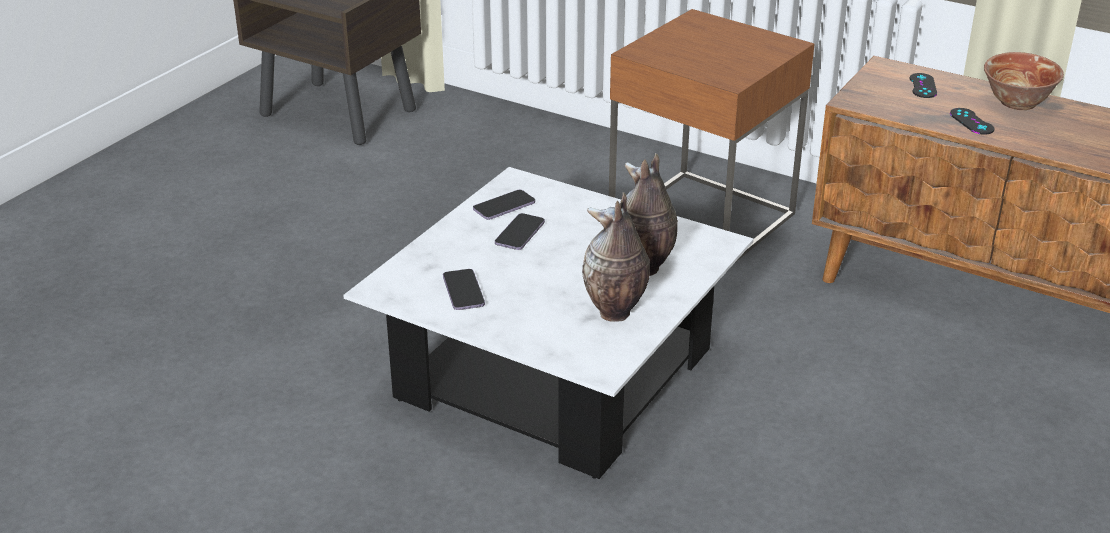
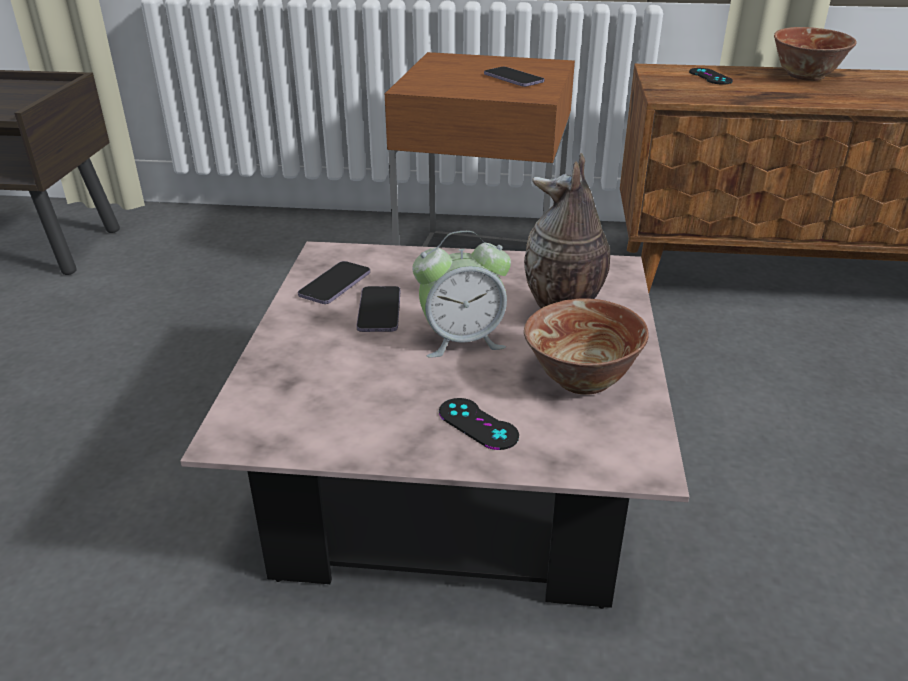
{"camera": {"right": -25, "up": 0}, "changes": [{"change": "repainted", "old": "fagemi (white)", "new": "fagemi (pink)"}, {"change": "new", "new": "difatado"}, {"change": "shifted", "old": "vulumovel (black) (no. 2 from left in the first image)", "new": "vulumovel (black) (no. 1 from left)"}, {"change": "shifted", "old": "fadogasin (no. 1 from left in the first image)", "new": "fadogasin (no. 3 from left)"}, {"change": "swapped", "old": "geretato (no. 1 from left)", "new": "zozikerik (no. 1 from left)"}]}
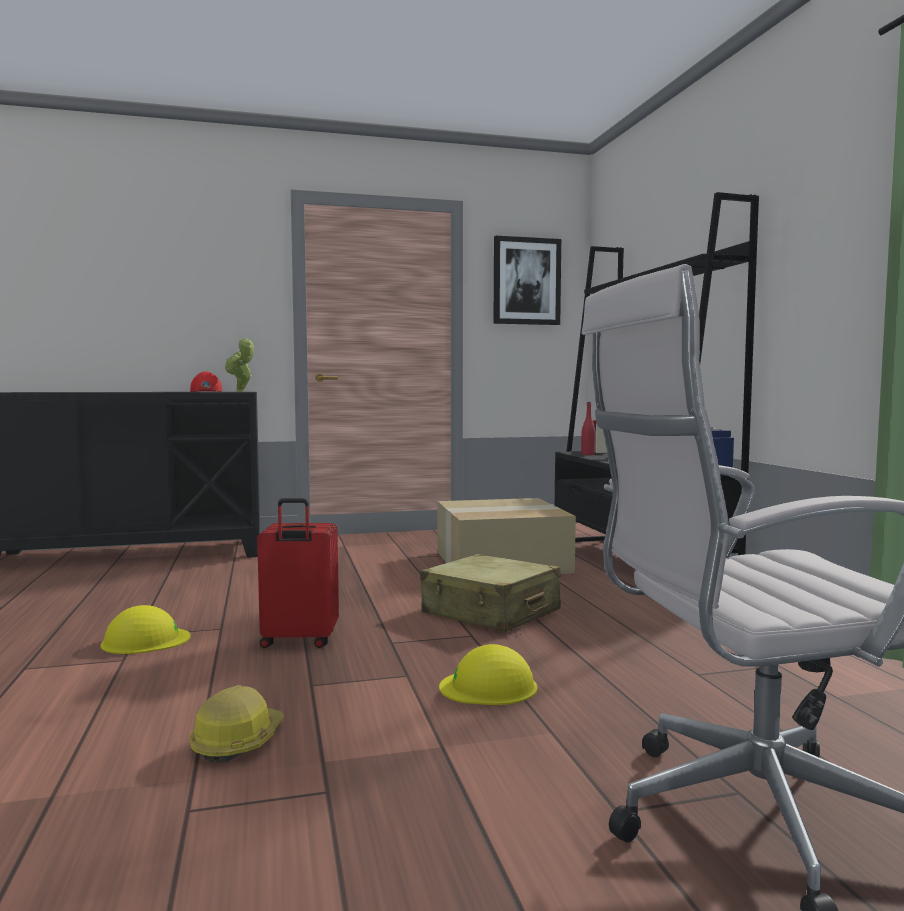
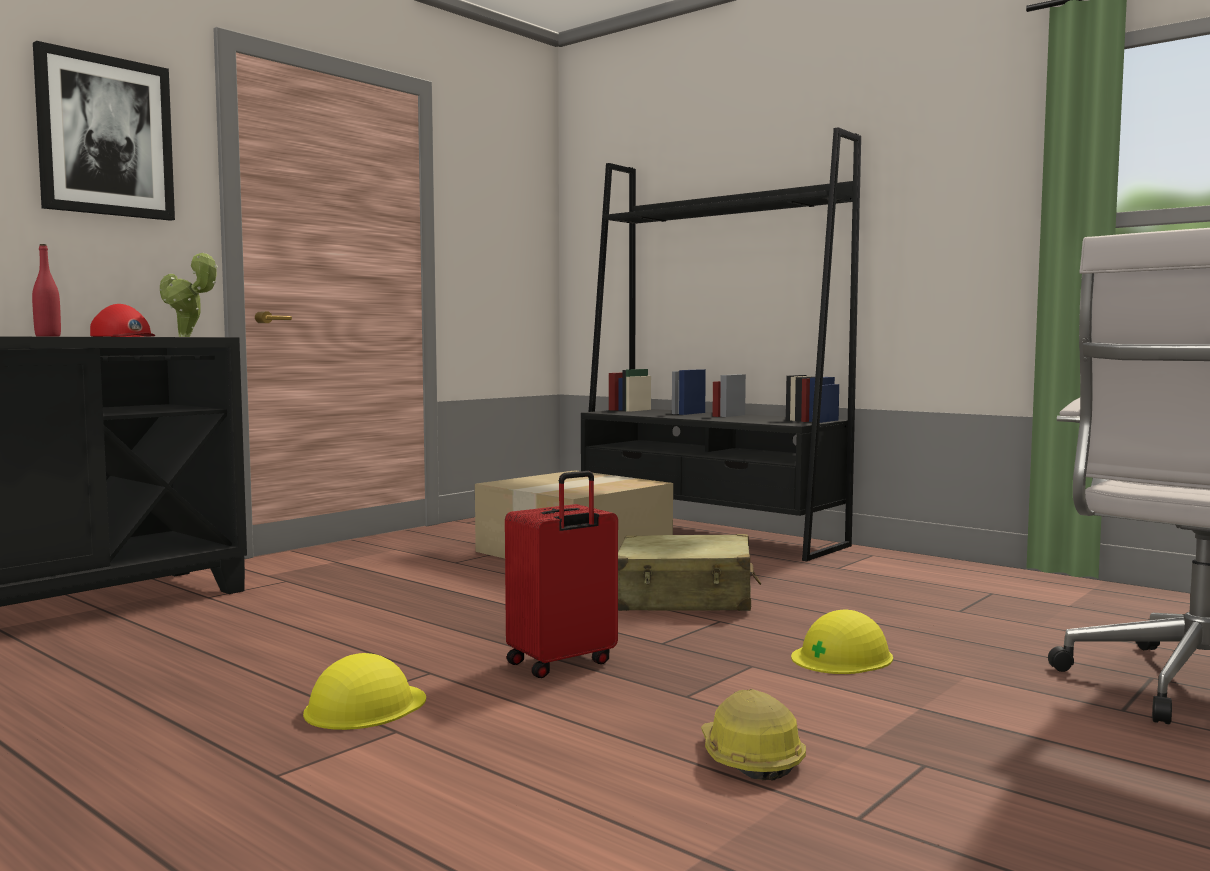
{"camera": {"right": -35, "up": 0}, "changes": [{"change": "shifted", "old": "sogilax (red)"}, {"change": "shifted", "old": "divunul"}]}
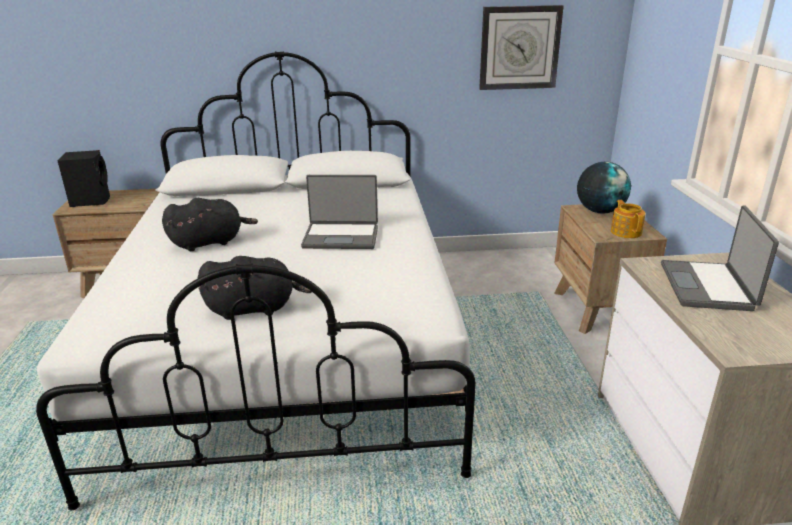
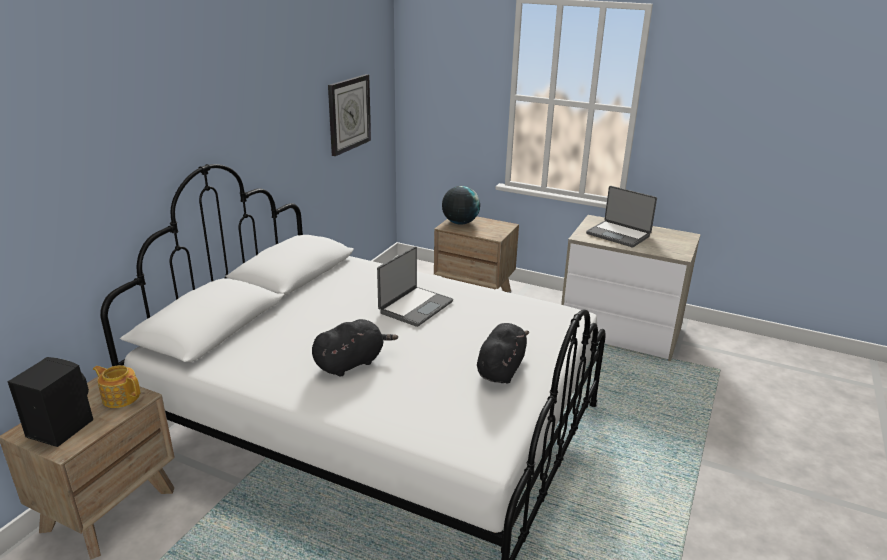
{"camera": {"right": -60, "up": 0}, "changes": [{"change": "shifted", "old": "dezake"}, {"change": "rotated", "old": "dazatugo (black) (no. 1 from left)", "degrees": 45}]}
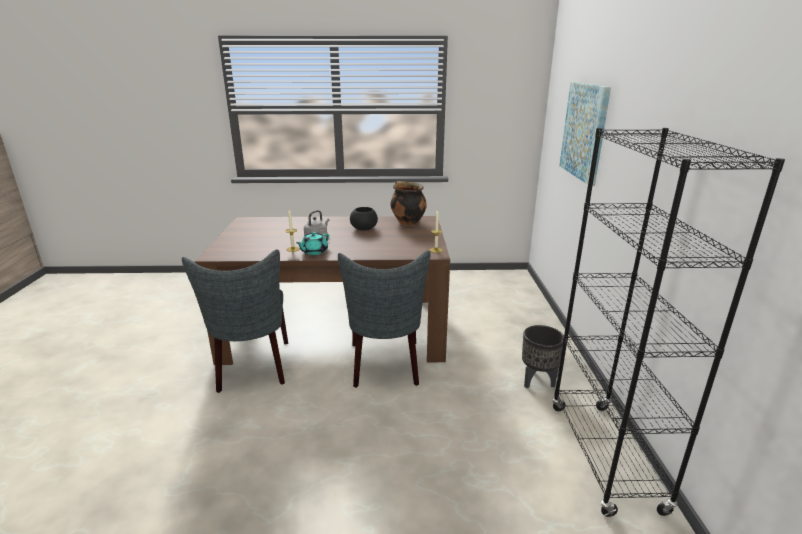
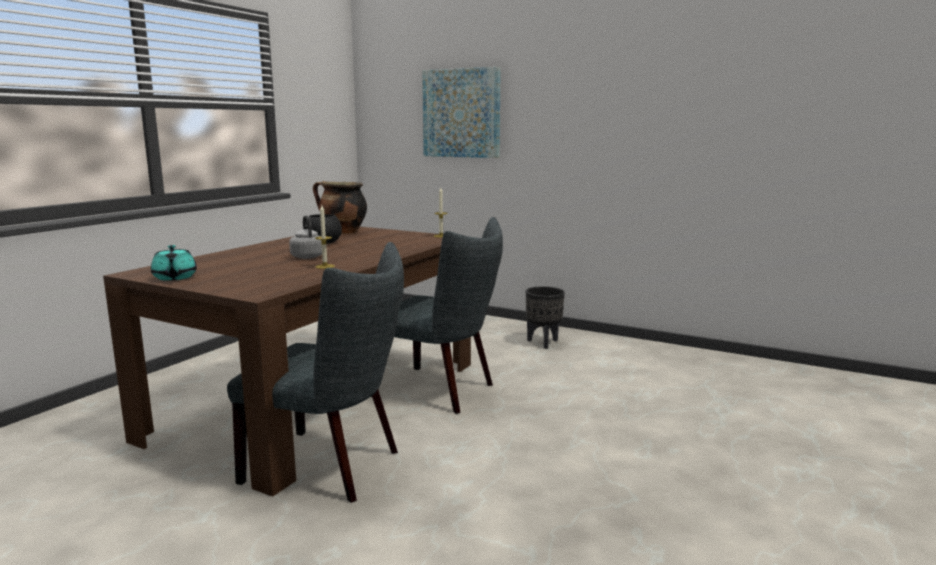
{"camera": {"right": -60, "up": -10}, "changes": [{"change": "shifted", "old": "dezake (turquoise)"}, {"change": "gone", "old": "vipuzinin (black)"}]}
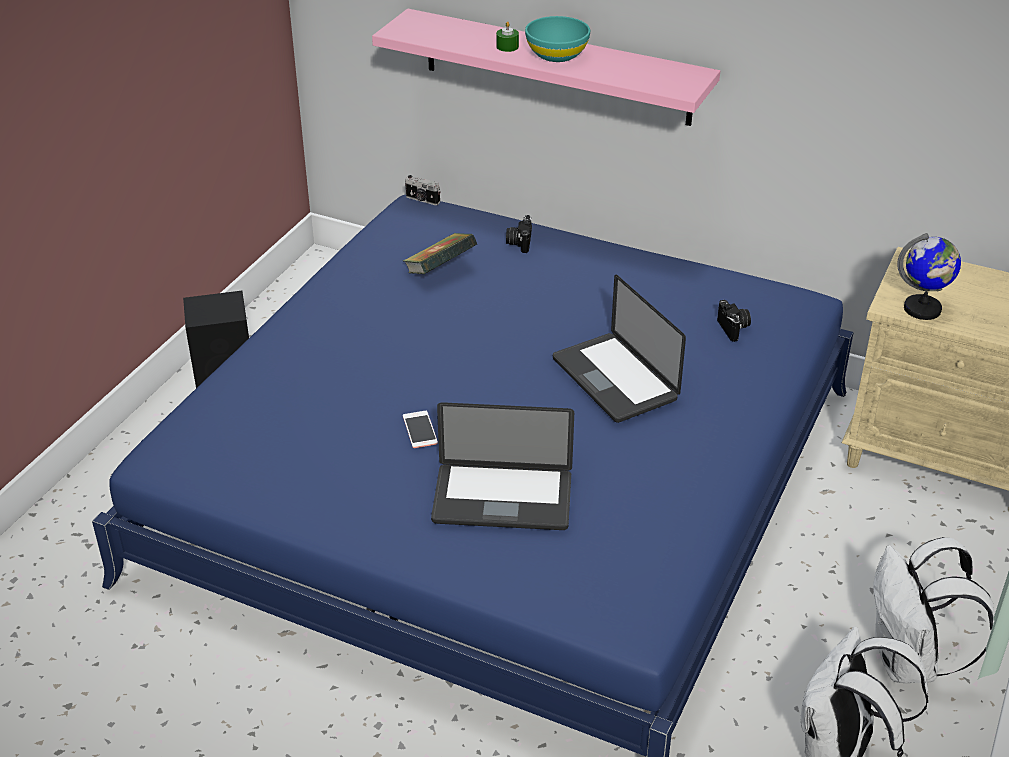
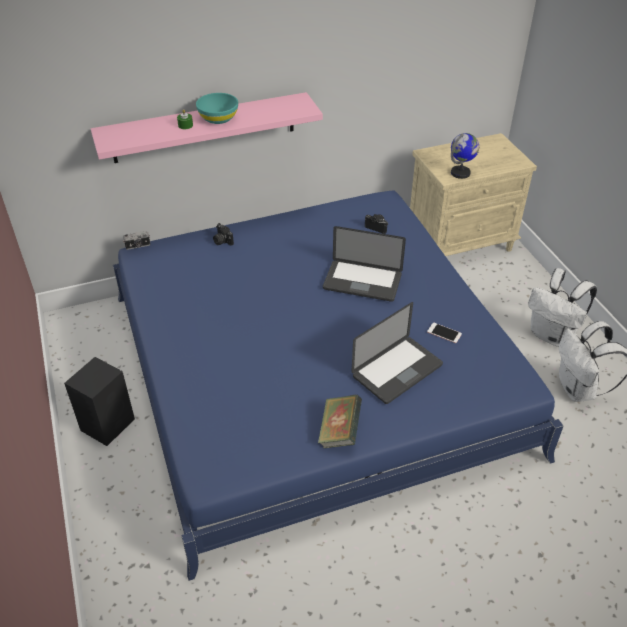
{"camera": {"right": -45, "up": 5}, "changes": [{"change": "shifted", "old": "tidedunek"}, {"change": "shifted", "old": "fadogasin"}]}
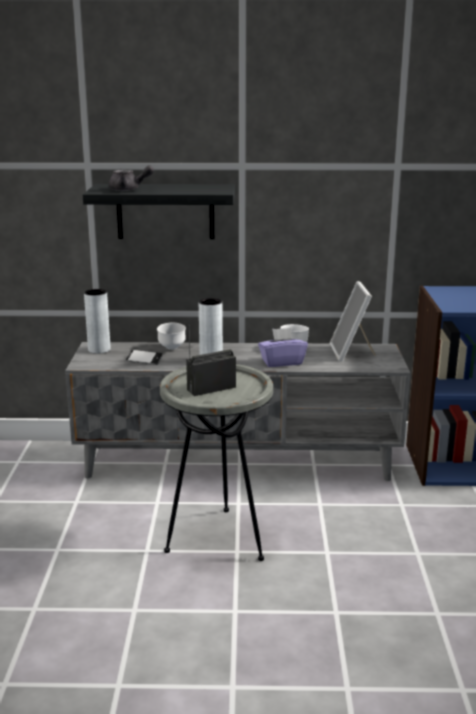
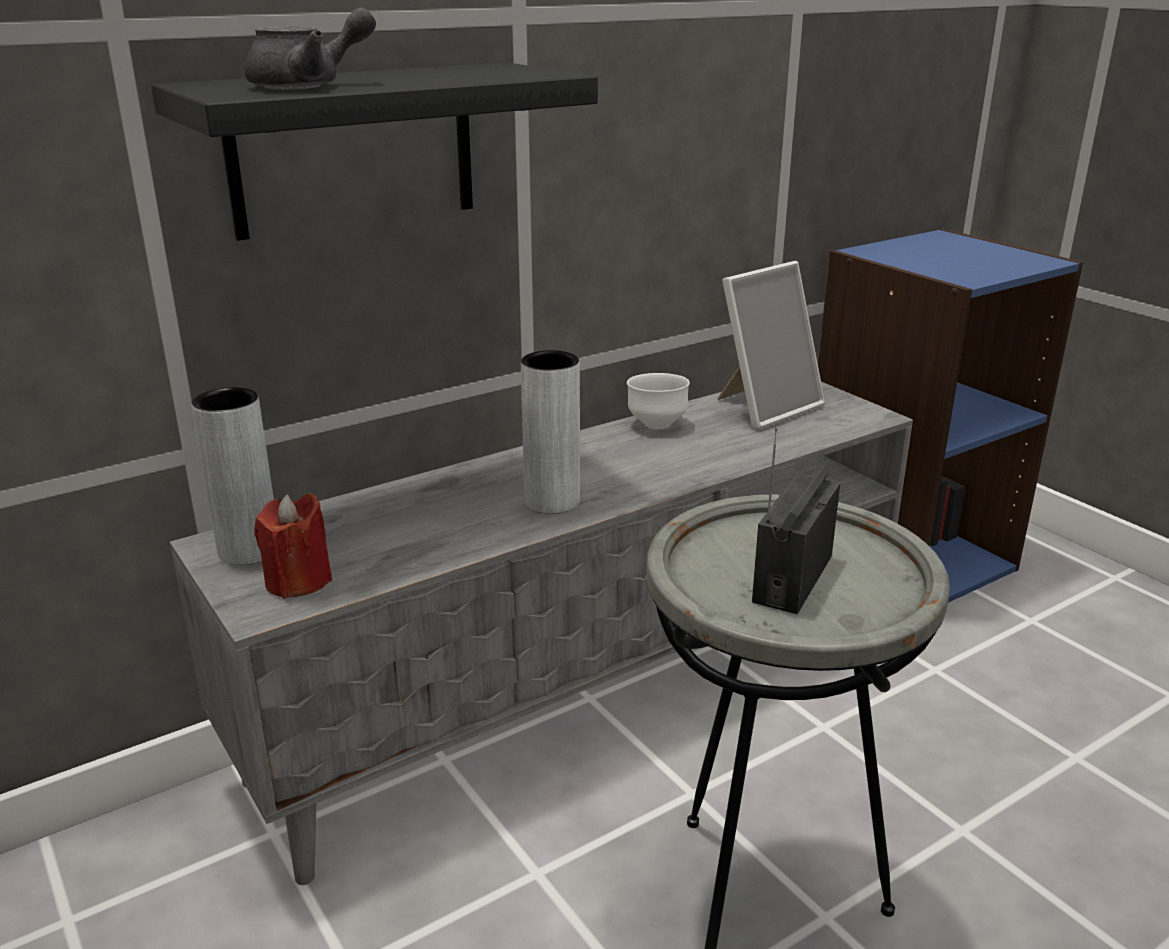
{"camera": {"right": -35, "up": 5}, "changes": [{"change": "new", "new": "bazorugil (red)"}, {"change": "rotated", "old": "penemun", "degrees": -90}, {"change": "gone", "old": "fadogasin"}, {"change": "gone", "old": "zozikerik (white) (no. 1 from left)"}, {"change": "gone", "old": "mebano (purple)"}]}
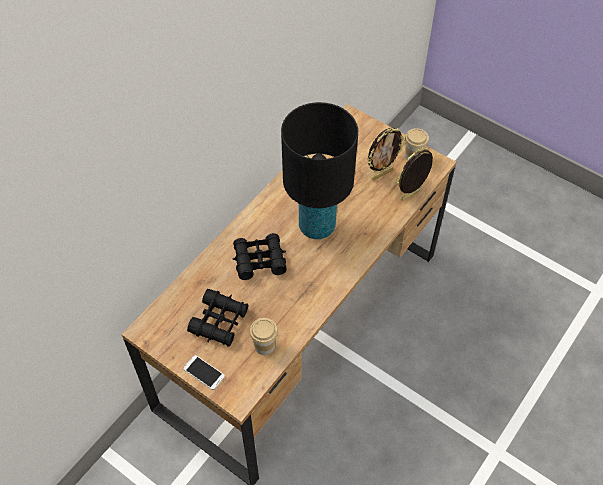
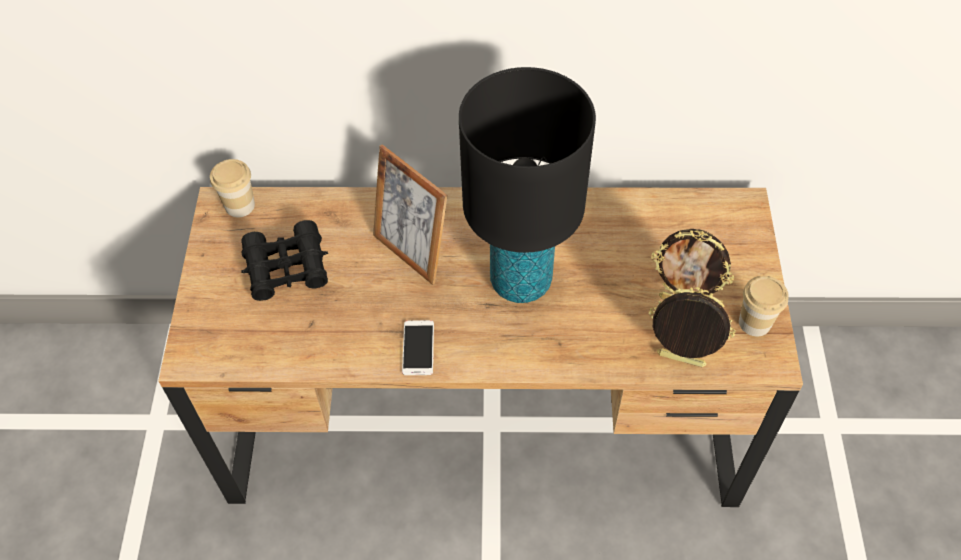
{"camera": {"right": 55, "up": 0}, "changes": [{"change": "shifted", "old": "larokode (no. 1 from left)"}, {"change": "swapped", "old": "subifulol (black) (no. 2 from left)", "new": "penemun (no. 1 from left)"}, {"change": "shifted", "old": "fadogasin"}]}
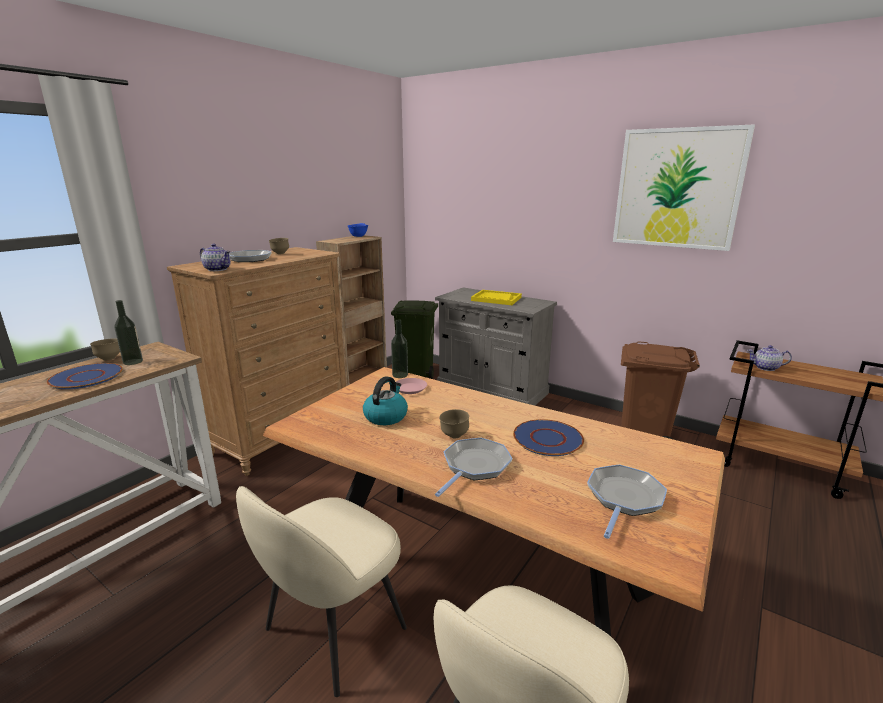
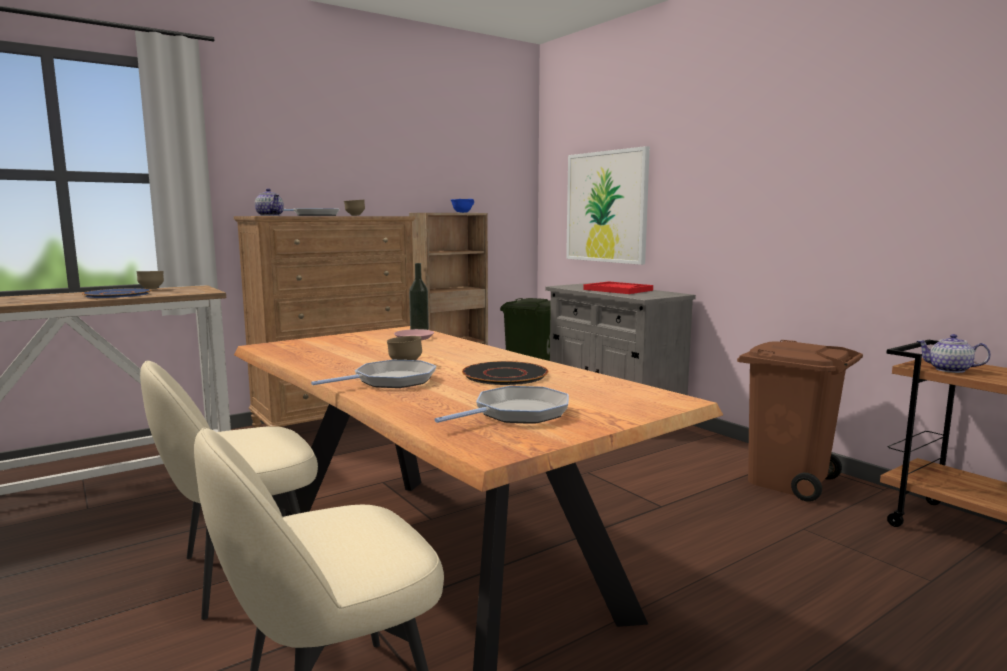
{"camera": {"right": 20, "up": -10}, "changes": [{"change": "repainted", "old": "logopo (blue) (no. 2 from left)", "new": "logopo (black)"}, {"change": "shifted", "old": "divunul"}, {"change": "repainted", "old": "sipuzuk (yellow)", "new": "sipuzuk (red)"}, {"change": "gone", "old": "sogilax (no. 1 from left)"}, {"change": "gone", "old": "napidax"}]}
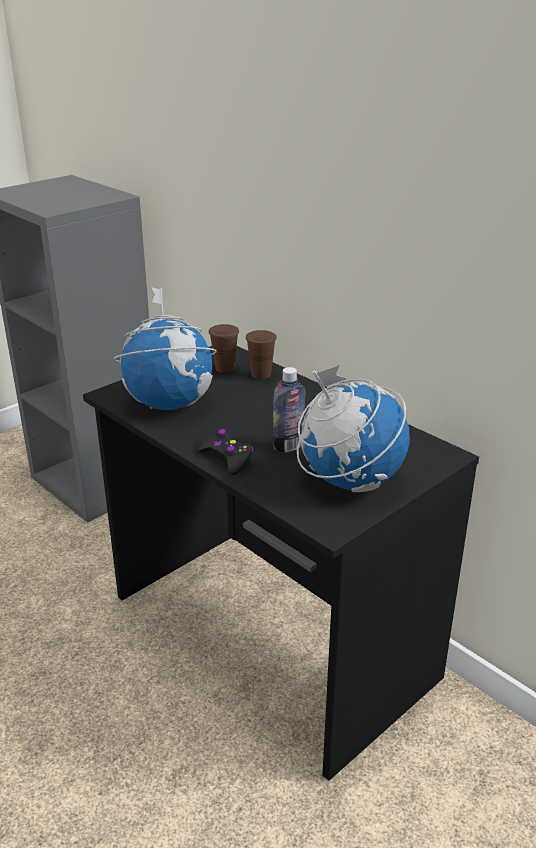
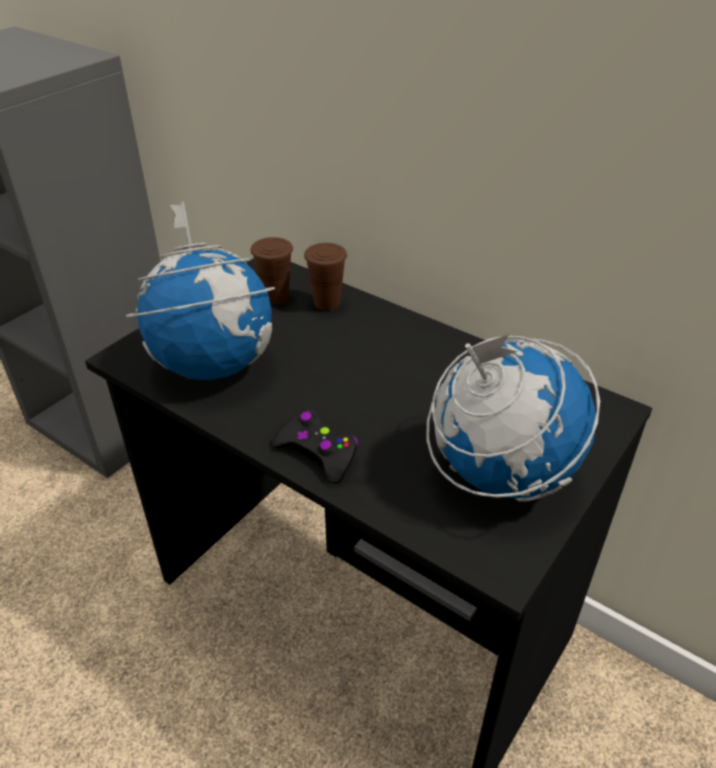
{"camera": {"right": -10, "up": 10}, "changes": [{"change": "gone", "old": "sogilax"}]}
